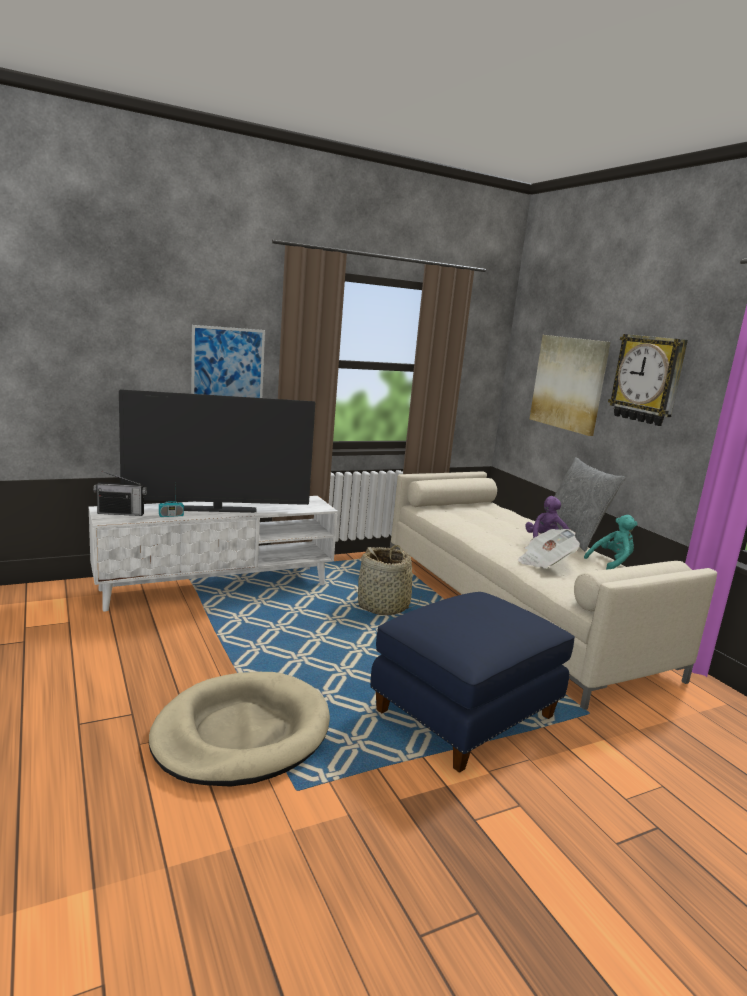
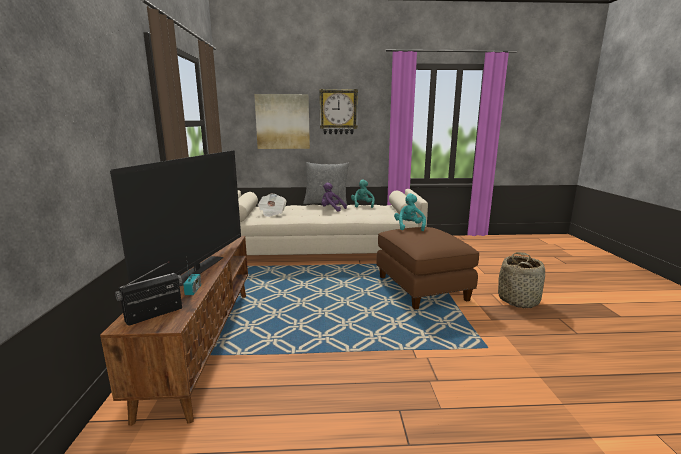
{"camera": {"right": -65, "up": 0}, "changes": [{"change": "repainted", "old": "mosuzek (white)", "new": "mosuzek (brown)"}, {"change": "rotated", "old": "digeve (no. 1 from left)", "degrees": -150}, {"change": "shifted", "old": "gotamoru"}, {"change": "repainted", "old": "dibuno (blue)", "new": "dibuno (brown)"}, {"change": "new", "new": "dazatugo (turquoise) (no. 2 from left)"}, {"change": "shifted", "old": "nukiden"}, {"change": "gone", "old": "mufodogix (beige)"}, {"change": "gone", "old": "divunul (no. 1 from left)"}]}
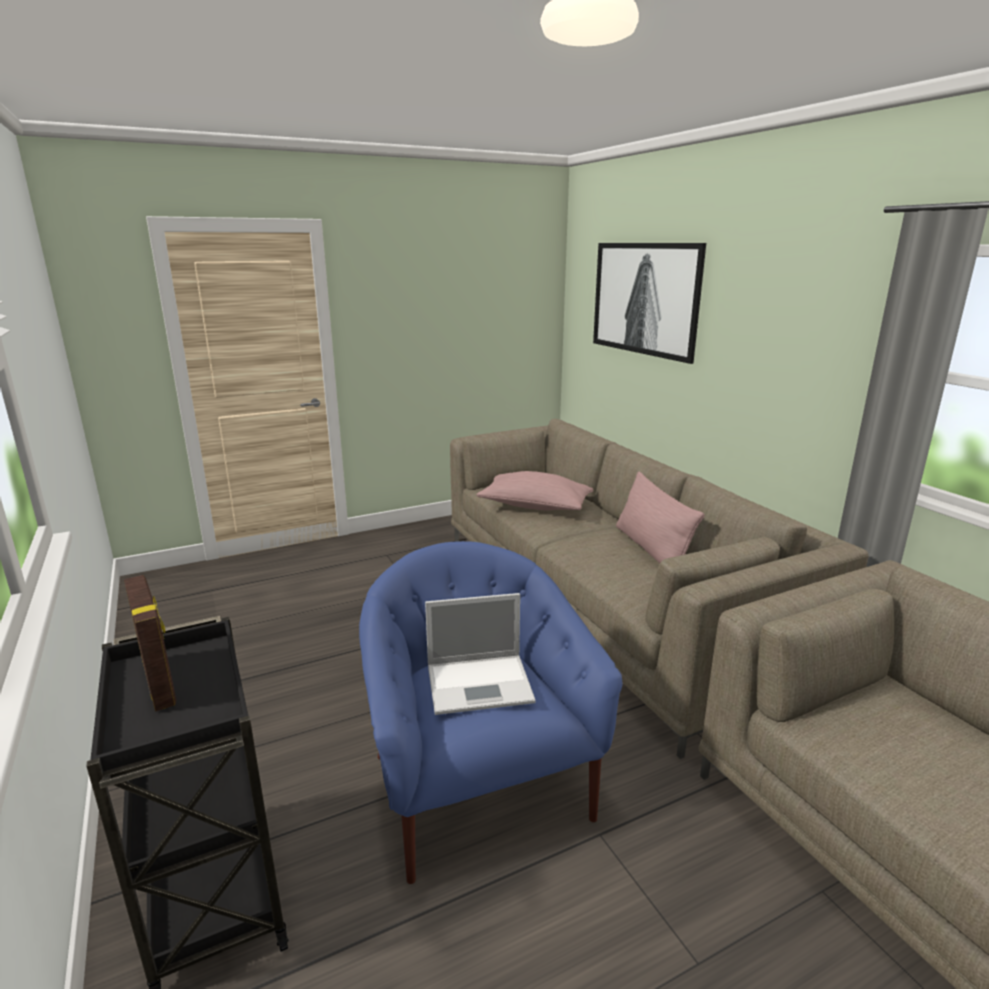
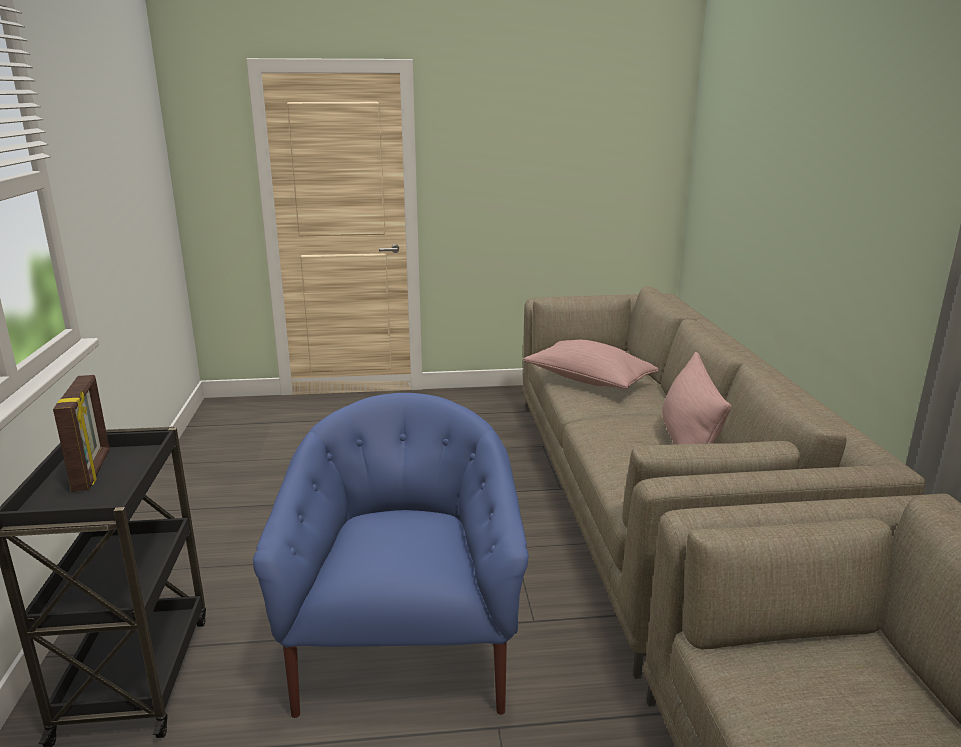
{"camera": {"right": 20, "up": 0}, "changes": [{"change": "gone", "old": "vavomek"}, {"change": "gone", "old": "divunul"}]}
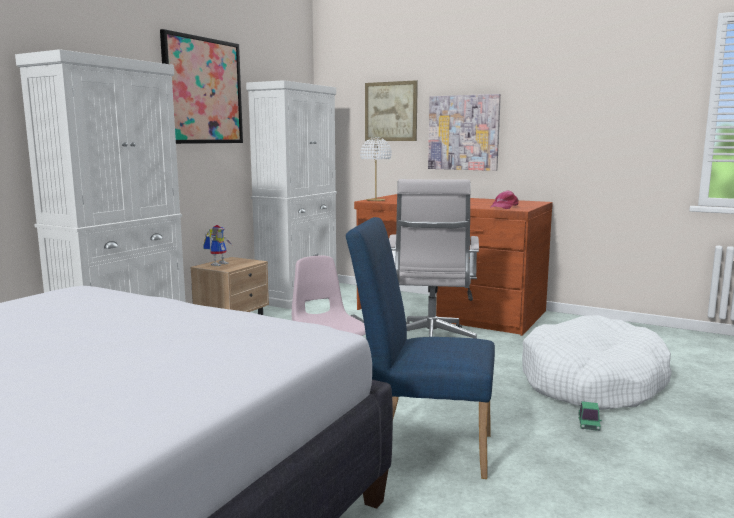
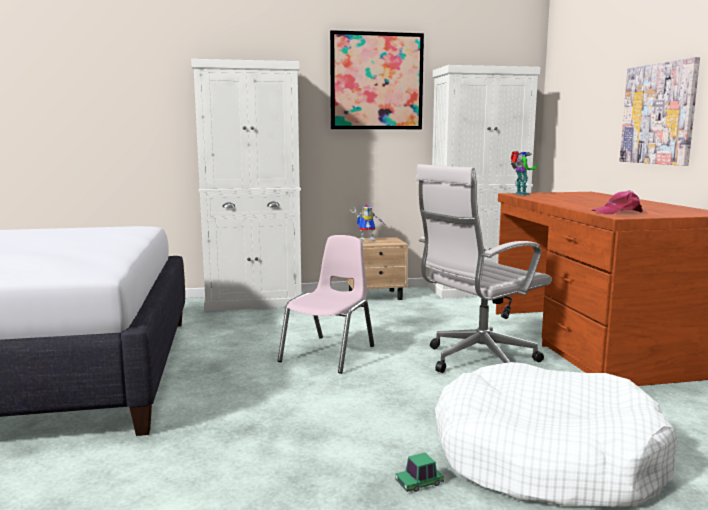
{"camera": {"right": 50, "up": 0}, "changes": [{"change": "swapped", "old": "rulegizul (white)", "new": "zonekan (no. 2 from left)"}, {"change": "gone", "old": "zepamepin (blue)"}, {"change": "gone", "old": "divunul (no. 2 from left)"}]}
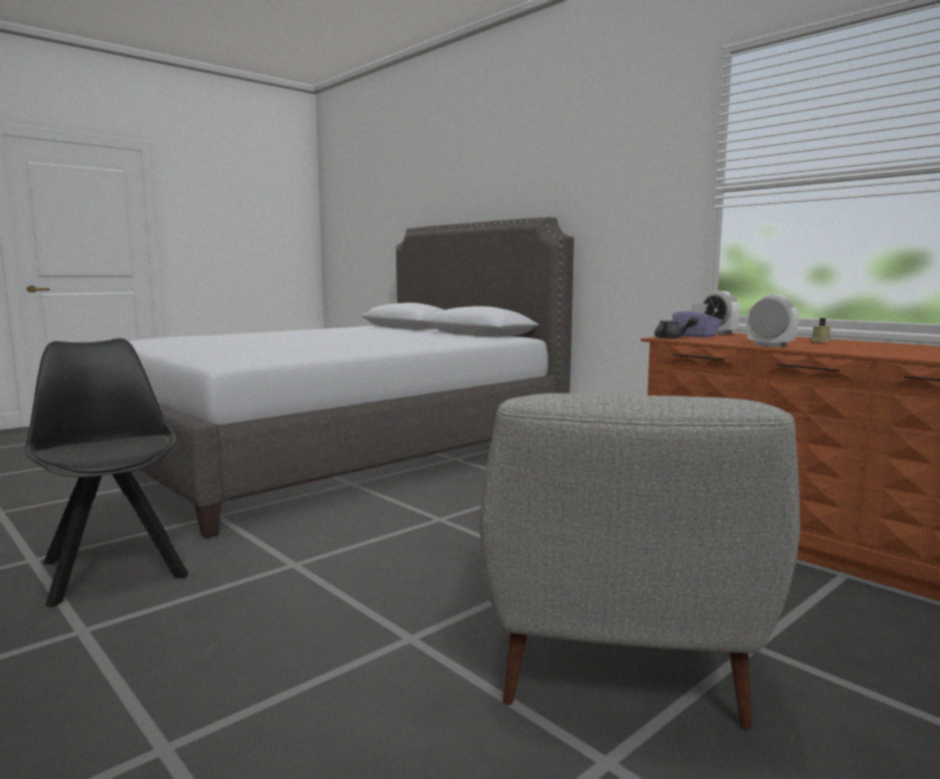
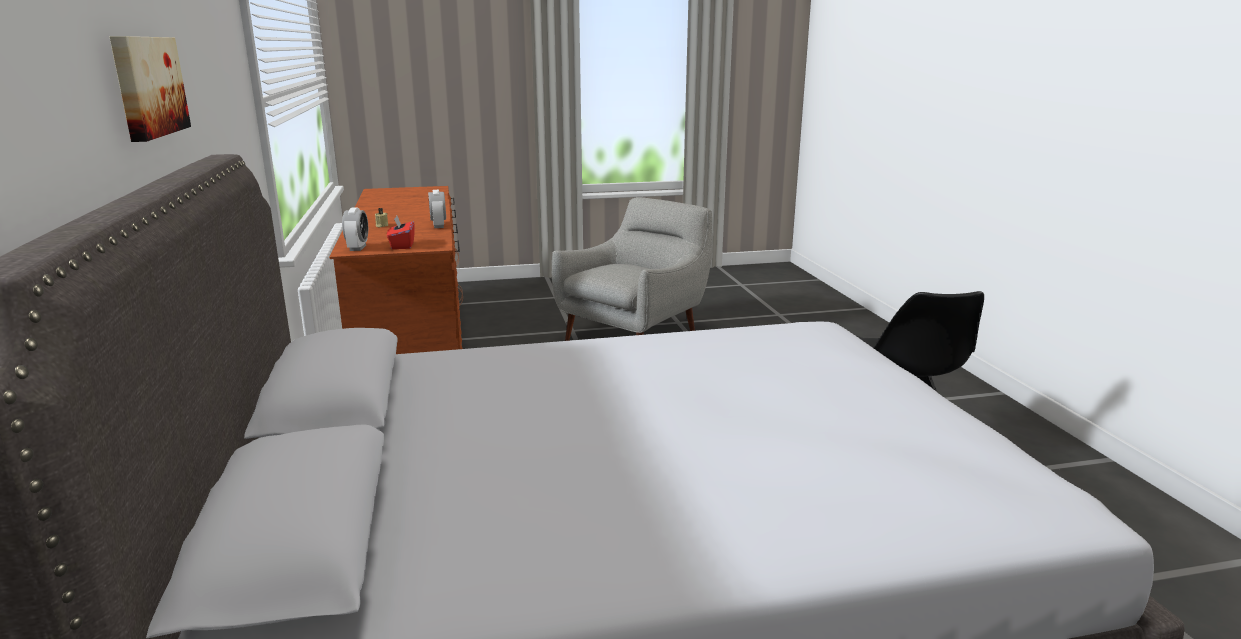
{"camera": {"right": -150, "up": 10}, "changes": [{"change": "new", "new": "divunul"}, {"change": "repainted", "old": "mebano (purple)", "new": "mebano (red)"}, {"change": "gone", "old": "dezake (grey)"}]}
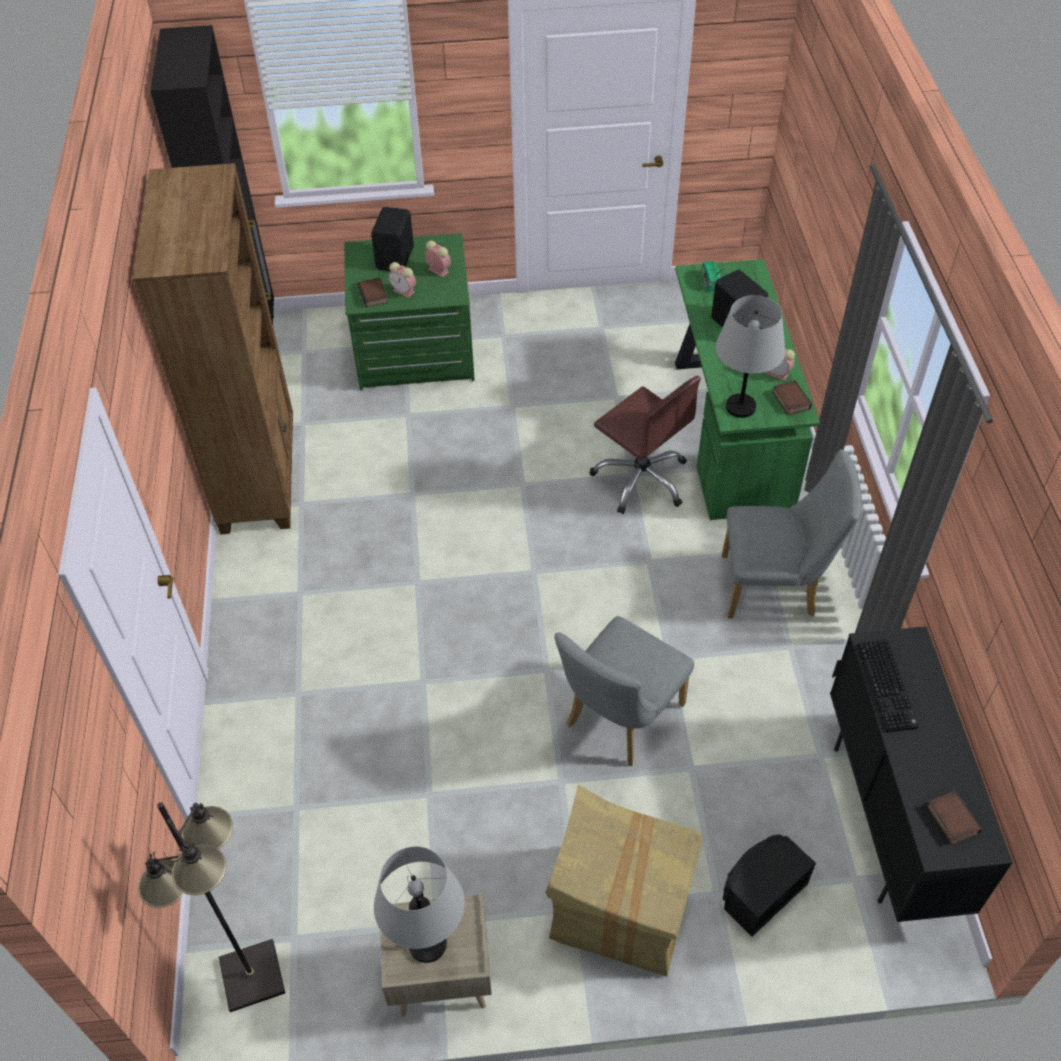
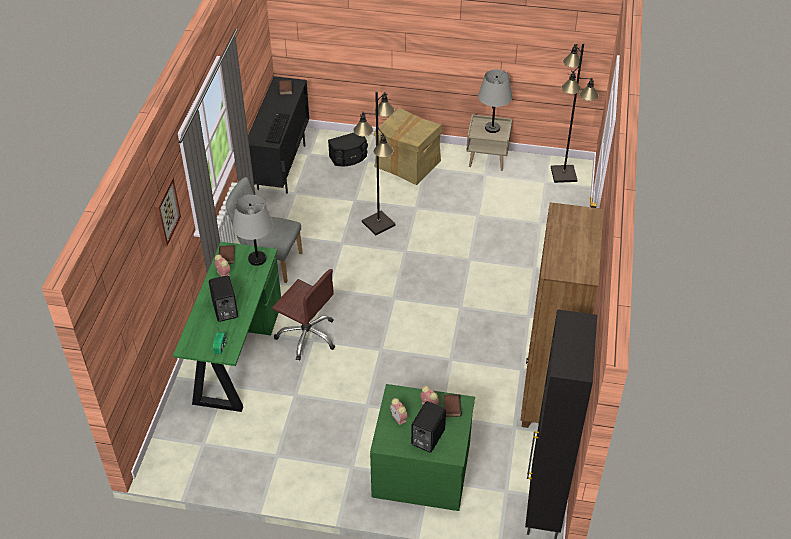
{"camera": {"right": -165, "up": -5}, "changes": [{"change": "new", "new": "divunul"}, {"change": "rotated", "old": "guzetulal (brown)", "degrees": 150}, {"change": "swapped", "old": "zepamepin (grey) (no. 1 from left)", "new": "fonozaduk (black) (no. 1 from left)"}]}
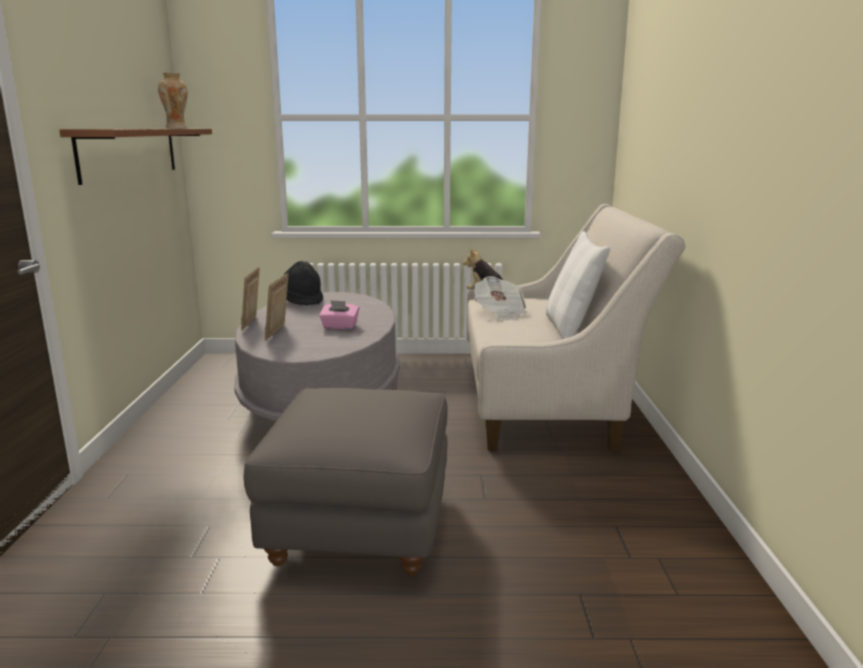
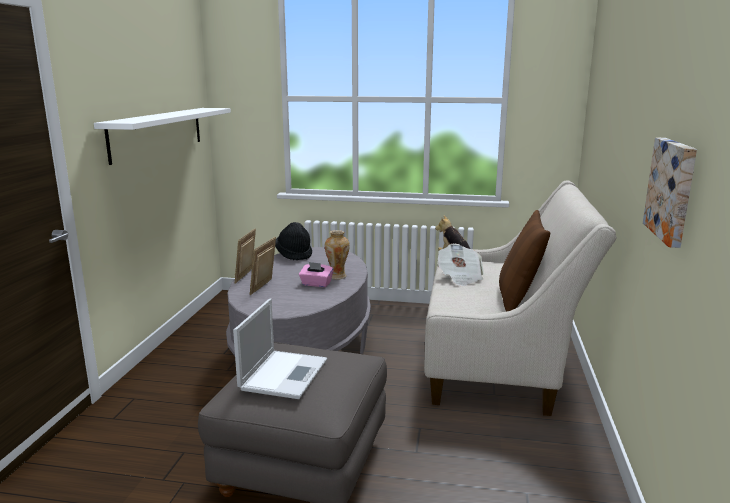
{"camera": {"right": 10, "up": 0}, "changes": [{"change": "repainted", "old": "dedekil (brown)", "new": "dedekil (white)"}, {"change": "new", "new": "vavomek"}, {"change": "shifted", "old": "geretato"}, {"change": "repainted", "old": "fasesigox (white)", "new": "fasesigox (brown)"}, {"change": "new", "new": "divunul"}]}
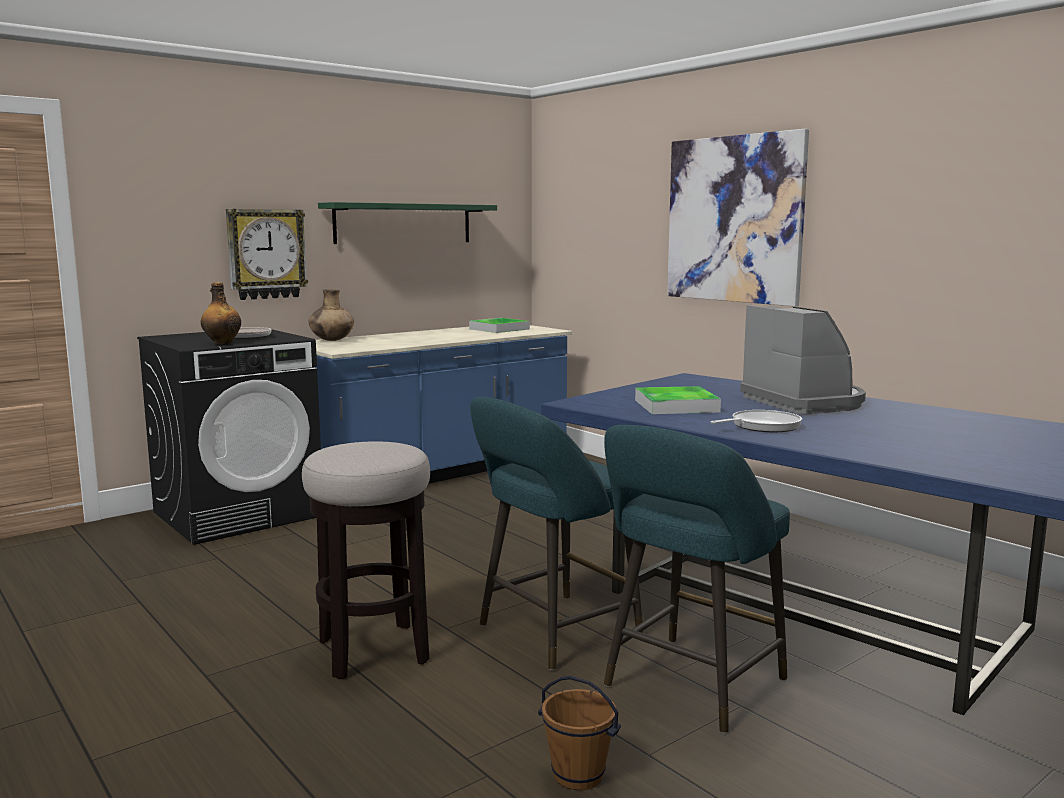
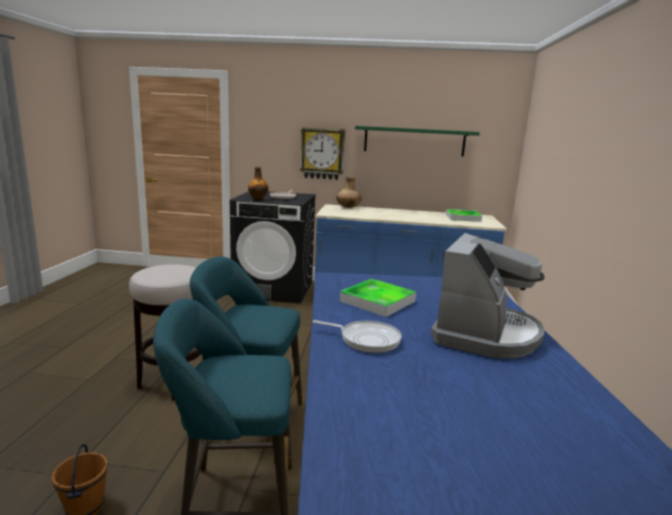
{"camera": {"right": 45, "up": 5}, "changes": [{"change": "gone", "old": "divunul"}]}
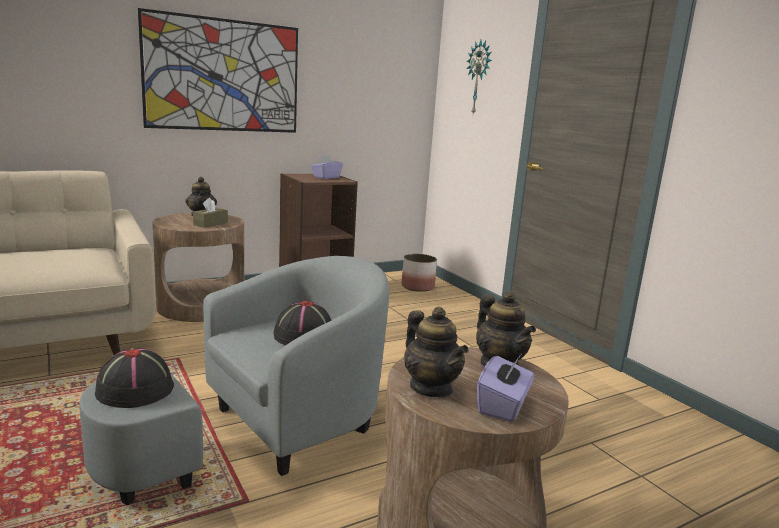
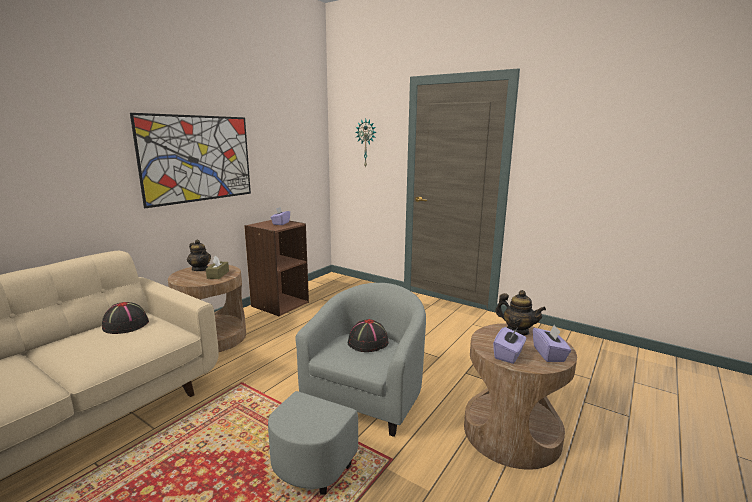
{"camera": {"right": -25, "up": 0}, "changes": [{"change": "shifted", "old": "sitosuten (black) (no. 1 from left)"}, {"change": "swapped", "old": "dezake (no. 2 from left)", "new": "mebano (purple) (no. 2 from left)"}, {"change": "gone", "old": "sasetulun"}]}
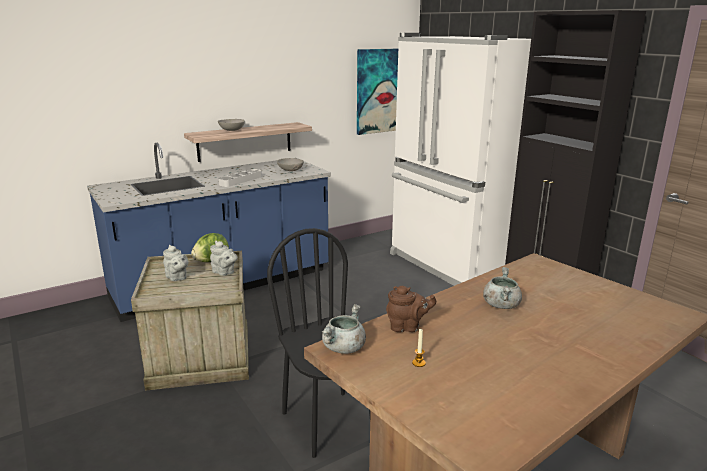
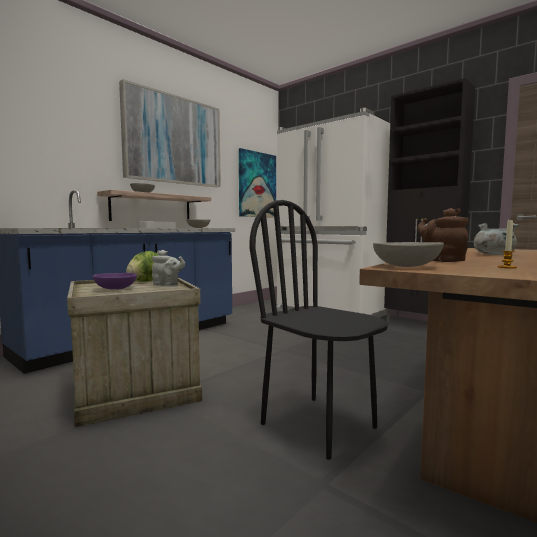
{"camera": {"right": -15, "up": -15}, "changes": [{"change": "swapped", "old": "dezake (grey) (no. 1 from left)", "new": "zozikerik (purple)"}, {"change": "new", "new": "divunul (no. 1 from left)"}, {"change": "swapped", "old": "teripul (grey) (no. 1 from left)", "new": "zozikerik (grey) (no. 3 from left)"}, {"change": "rotated", "old": "dezake (brown)", "degrees": -105}]}
